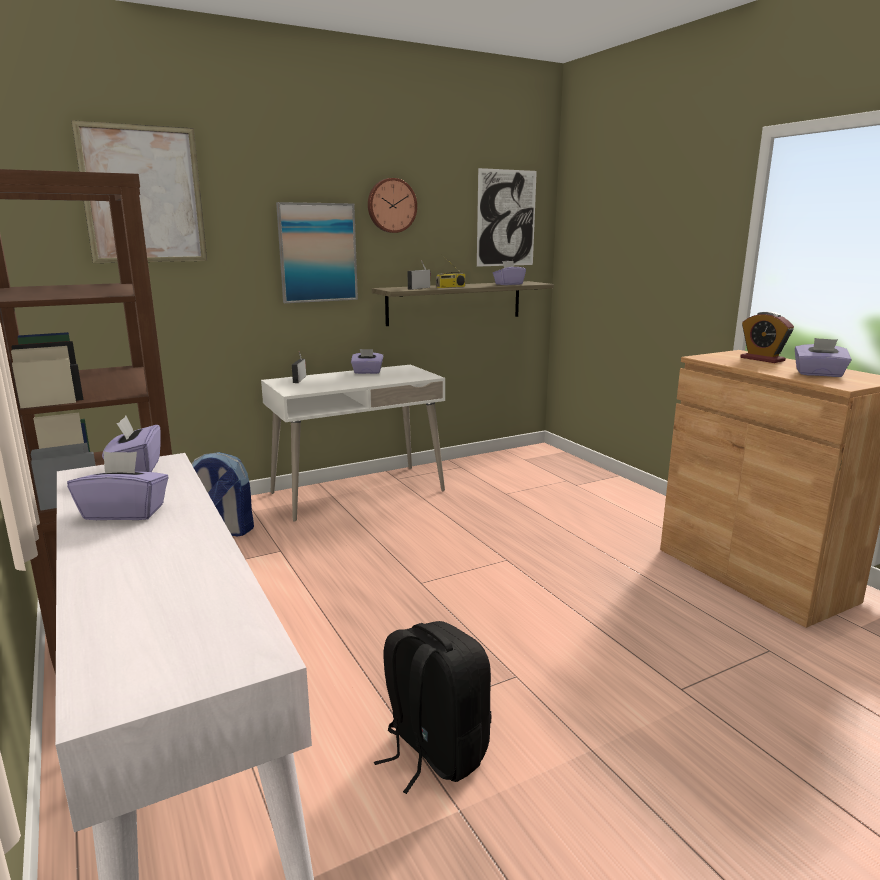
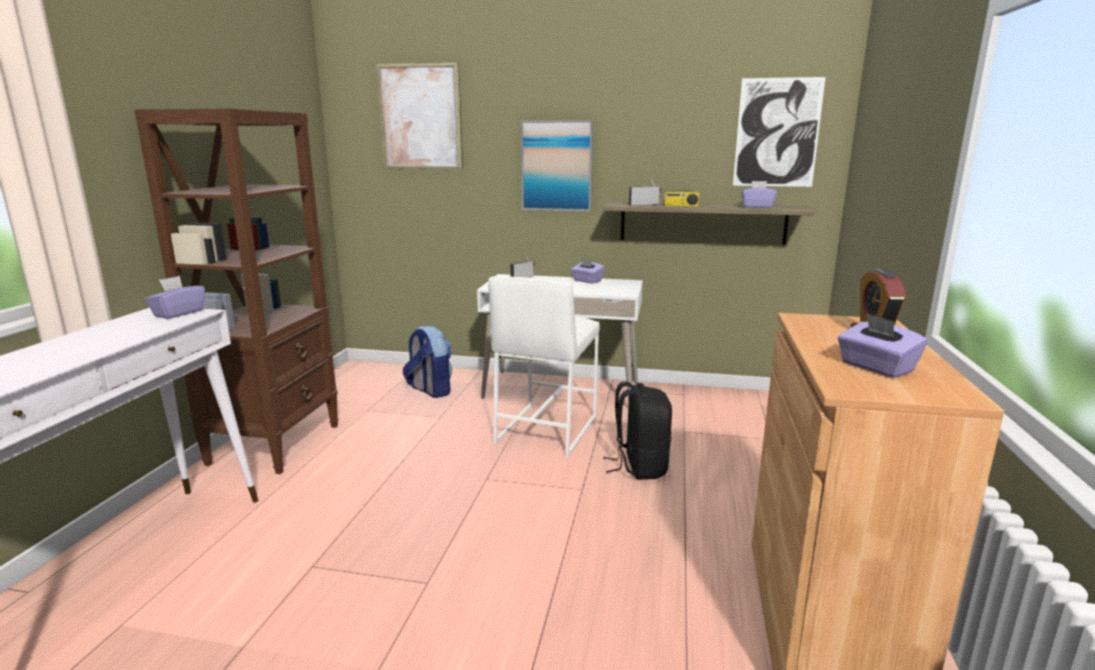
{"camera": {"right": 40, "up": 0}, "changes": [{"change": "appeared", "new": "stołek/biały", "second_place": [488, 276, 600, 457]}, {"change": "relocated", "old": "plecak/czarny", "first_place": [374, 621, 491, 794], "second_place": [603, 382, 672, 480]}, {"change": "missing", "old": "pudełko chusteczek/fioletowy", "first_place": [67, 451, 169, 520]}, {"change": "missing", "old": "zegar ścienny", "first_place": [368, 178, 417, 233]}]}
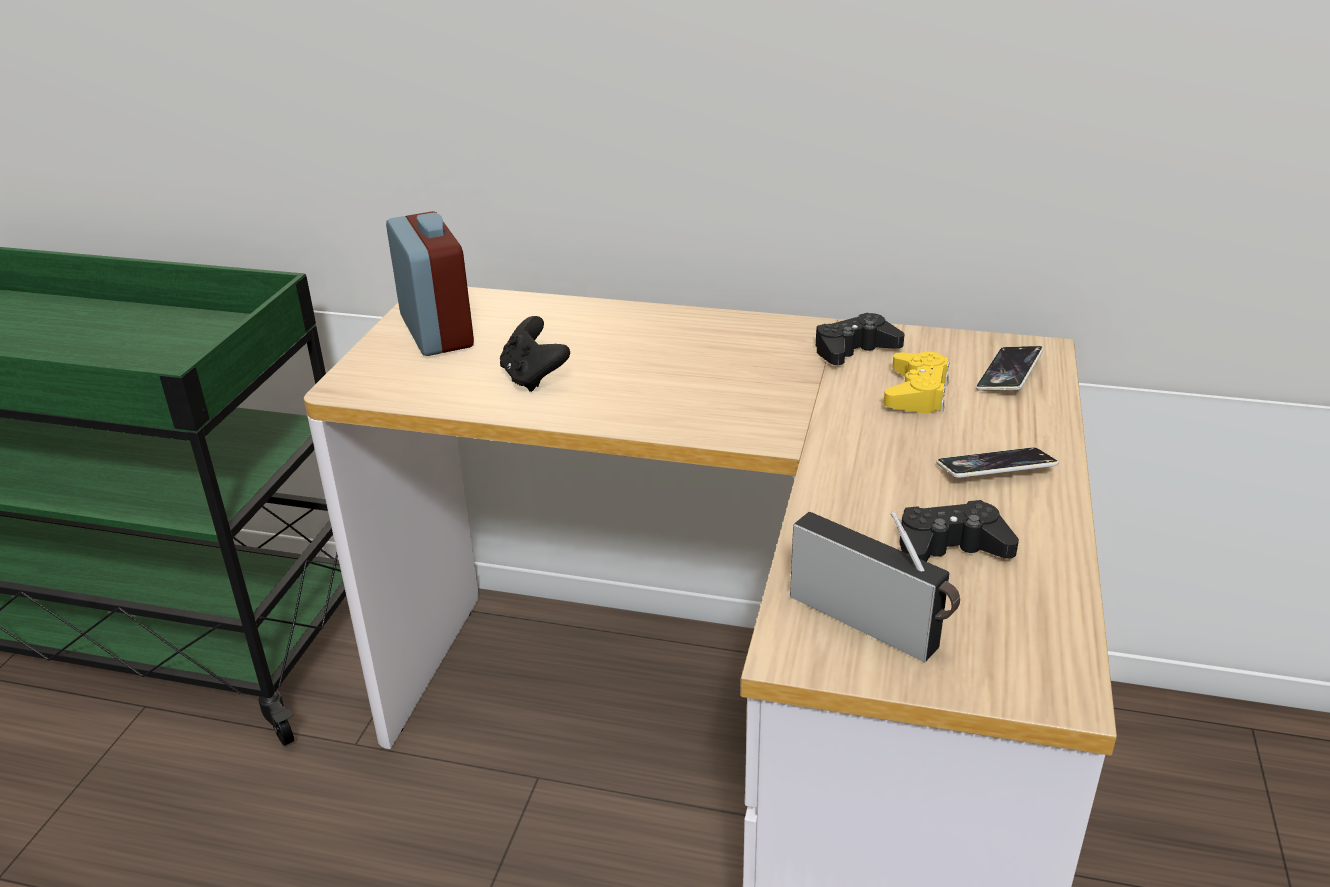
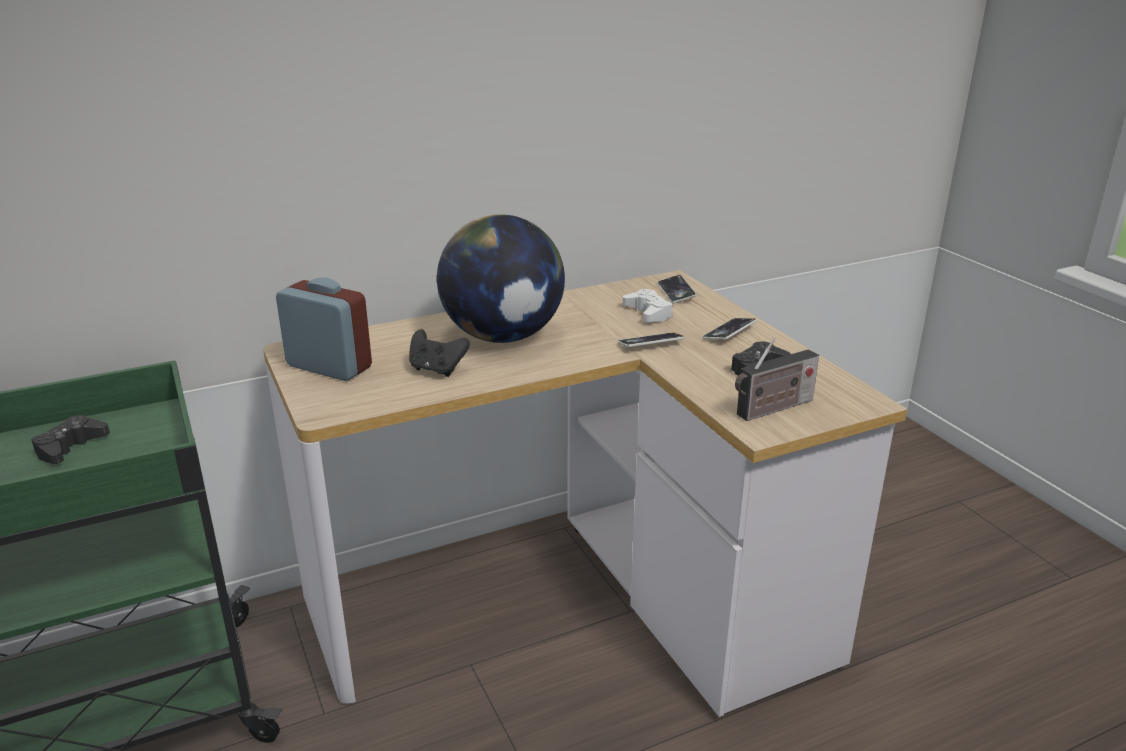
{"camera": {"right": -40, "up": -5}, "changes": [{"change": "relocated", "old": "pad do gier/czarny", "first_place": [816, 313, 904, 365], "second_place": [31, 415, 110, 464]}, {"change": "appeared", "new": "globus", "second_place": [437, 215, 565, 343]}, {"change": "appeared", "new": "telefon", "second_place": [617, 332, 685, 347]}, {"change": "colour", "old": "pad do gier/żółty", "new": "pad do gier/biały", "first_place": [884, 351, 949, 413], "second_place": [623, 289, 673, 322]}, {"change": "spun", "old": "radio", "first_place": [790, 511, 960, 662], "second_place": [735, 338, 819, 421], "degrees": 150}]}
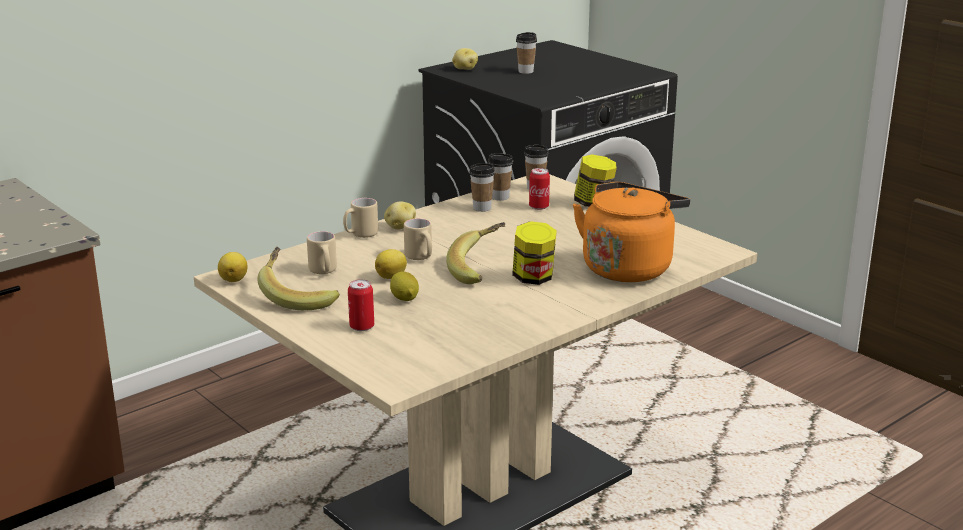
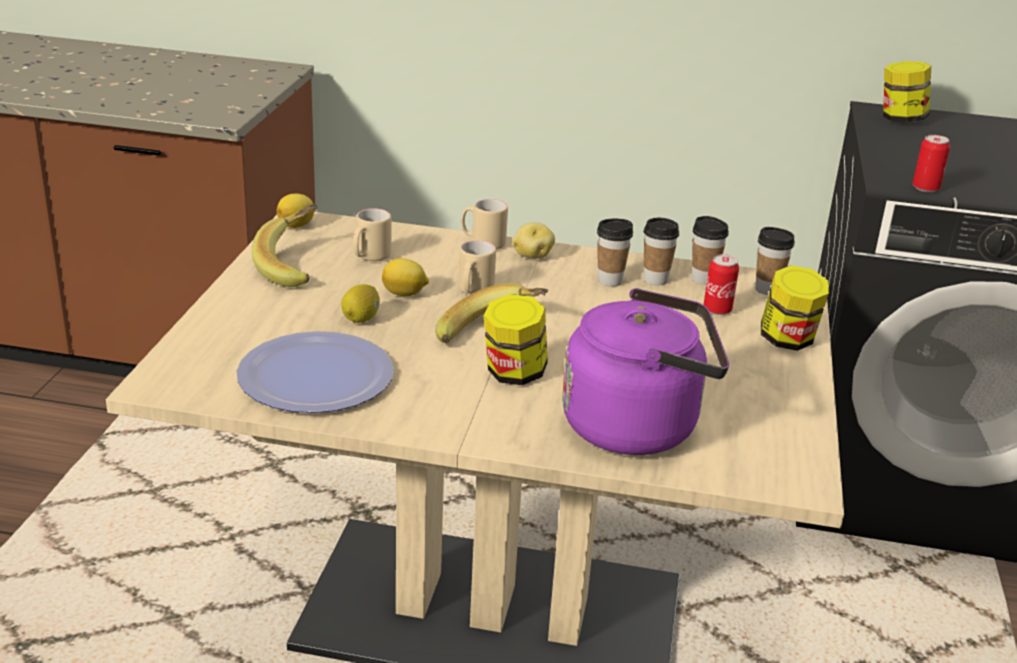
{"camera": {"right": 50, "up": 5}, "changes": [{"change": "appeared", "new": "talerz", "second_place": [236, 331, 394, 413]}, {"change": "colour", "old": "czajnik/pomarańczowy", "new": "czajnik/fioletowy", "first_place": [573, 182, 690, 282], "second_place": [562, 288, 729, 455]}, {"change": "relocated", "old": "filiżanka", "first_place": [516, 32, 537, 74], "second_place": [597, 219, 633, 287]}, {"change": "exchanged", "old": "ziemniak", "new": "słoik", "first_place": [452, 48, 478, 70], "second_place": [883, 61, 931, 123]}, {"change": "relocated", "old": "puszka", "first_place": [348, 279, 374, 331], "second_place": [913, 135, 950, 192]}]}
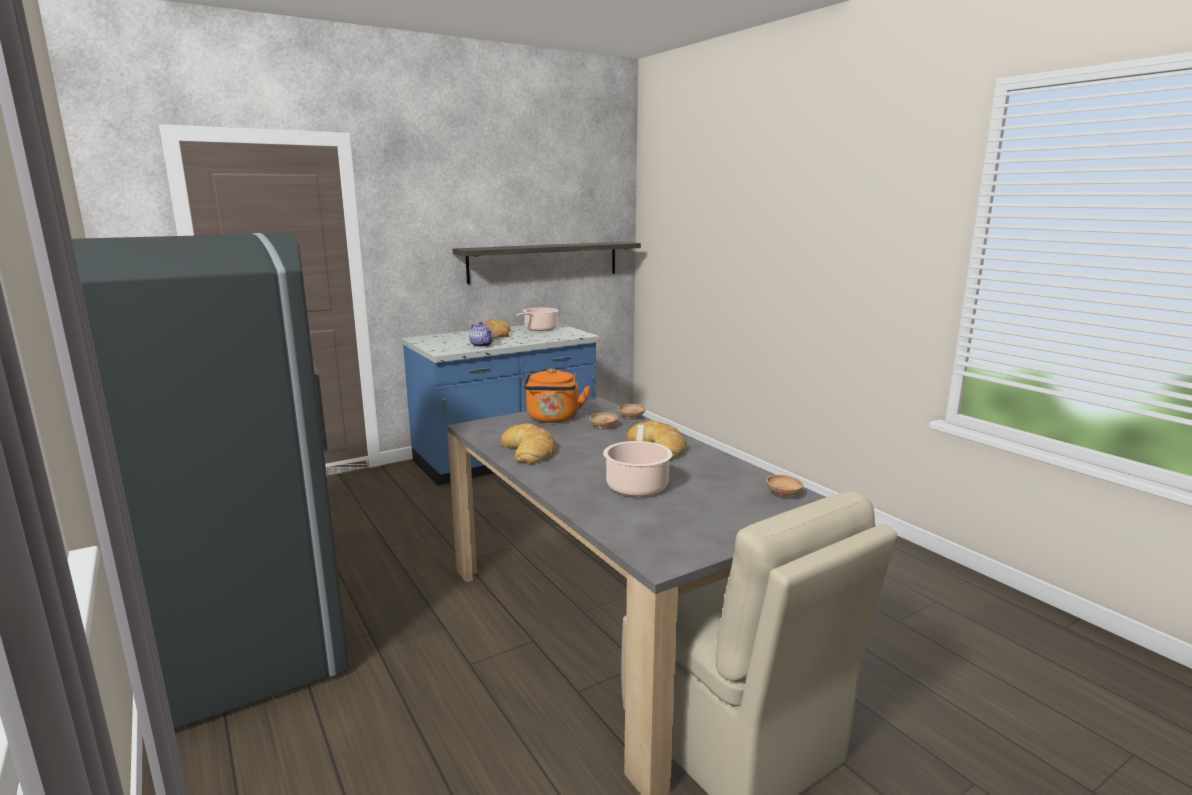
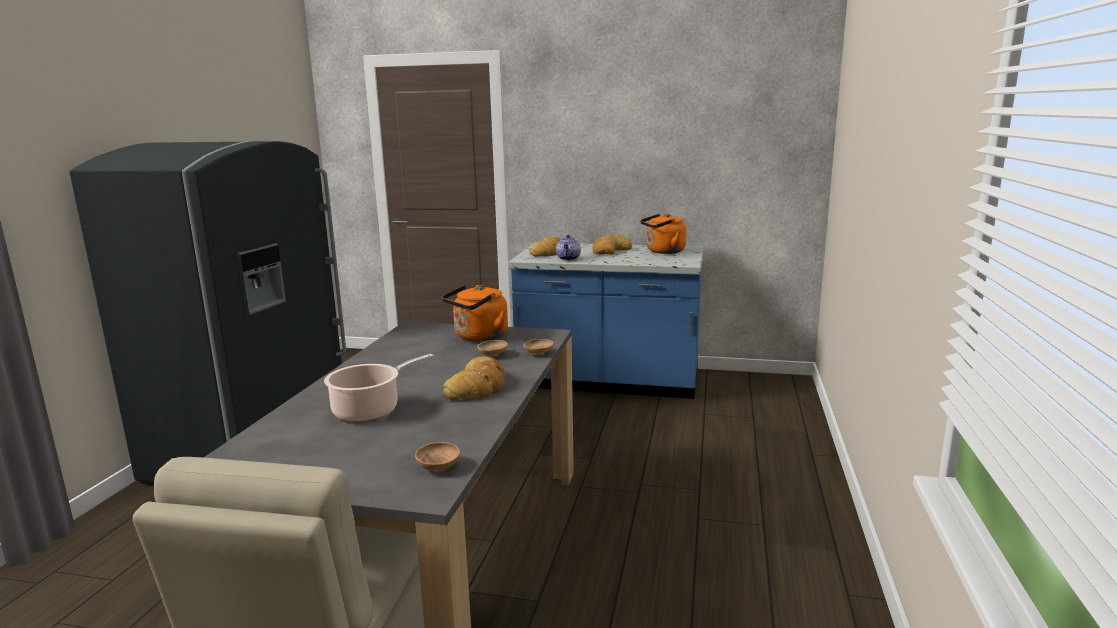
{"camera": {"right": 45, "up": 0}, "changes": [{"change": "relocated", "old": "chleb", "first_place": [501, 424, 556, 464], "second_place": [529, 236, 560, 257]}, {"change": "exchanged", "old": "garnek", "new": "czajnik/pomarańczowy", "first_place": [516, 308, 558, 331], "second_place": [640, 214, 686, 254]}, {"change": "missing", "old": "półka", "first_place": [453, 242, 641, 284]}]}
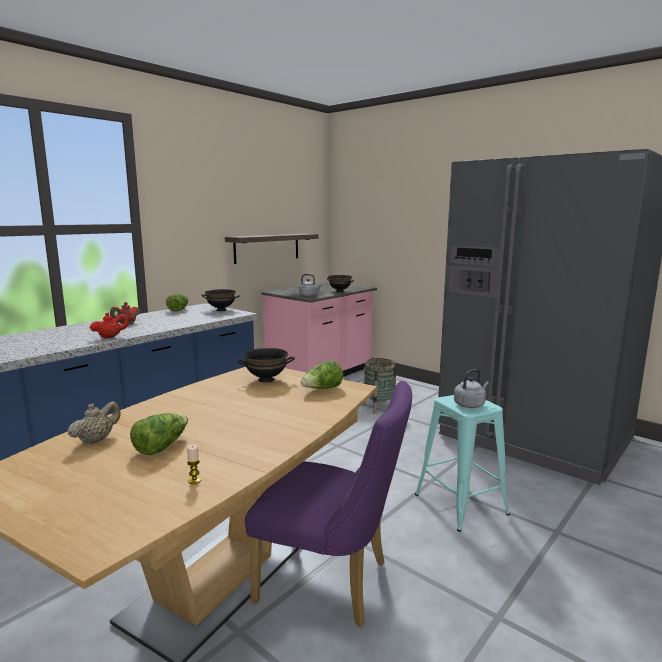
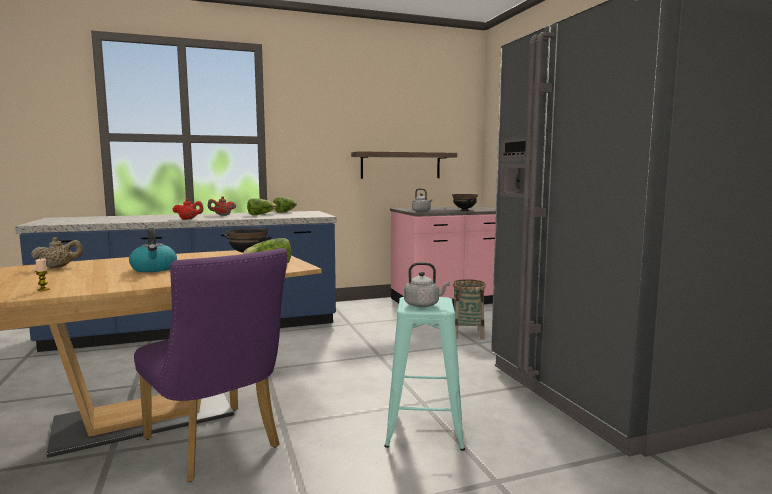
{"camera": {"right": 30, "up": -5}, "changes": [{"change": "appeared", "new": "czajnik", "second_place": [129, 228, 177, 272]}, {"change": "relocated", "old": "sałata", "first_place": [130, 413, 188, 455], "second_place": [247, 198, 277, 215]}, {"change": "missing", "old": "miska/czarny", "first_place": [201, 289, 240, 311]}]}
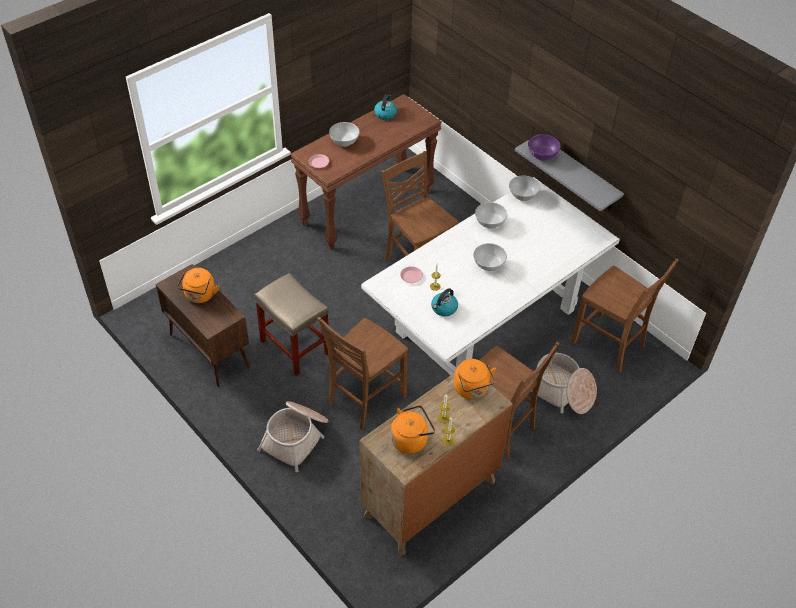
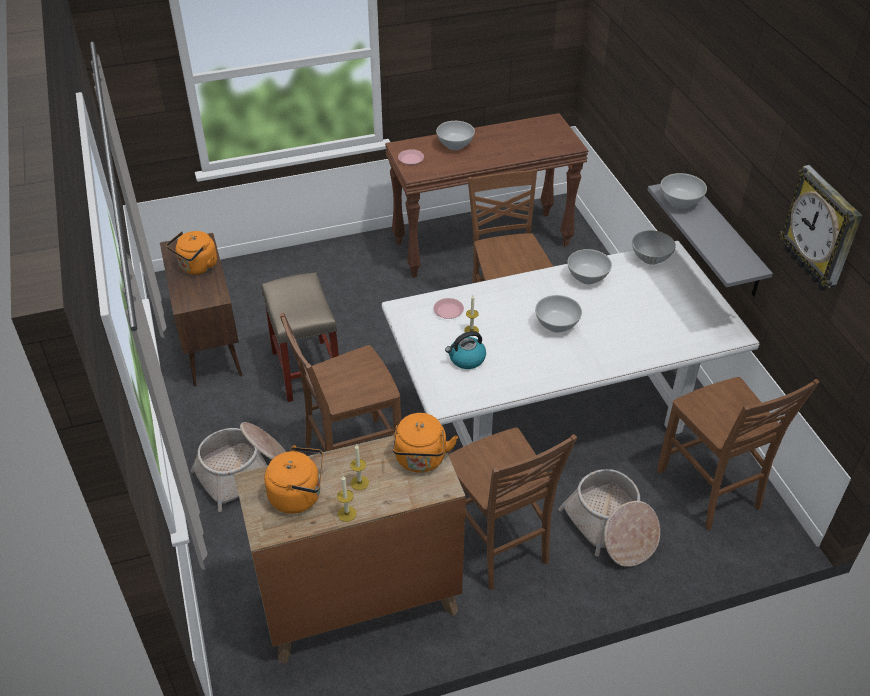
{"camera": {"right": 25, "up": -5}, "changes": [{"change": "colour", "old": "miska/fioletowy", "new": "miska/biały", "first_place": [528, 134, 561, 161], "second_place": [661, 173, 707, 209]}, {"change": "appeared", "new": "zegar ścienny", "second_place": [779, 165, 862, 291]}, {"change": "missing", "old": "czajnik", "first_place": [374, 94, 397, 120]}]}
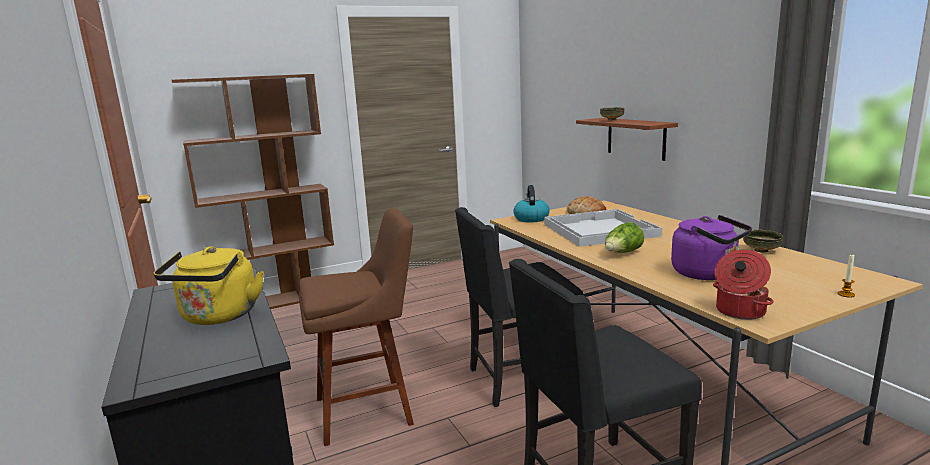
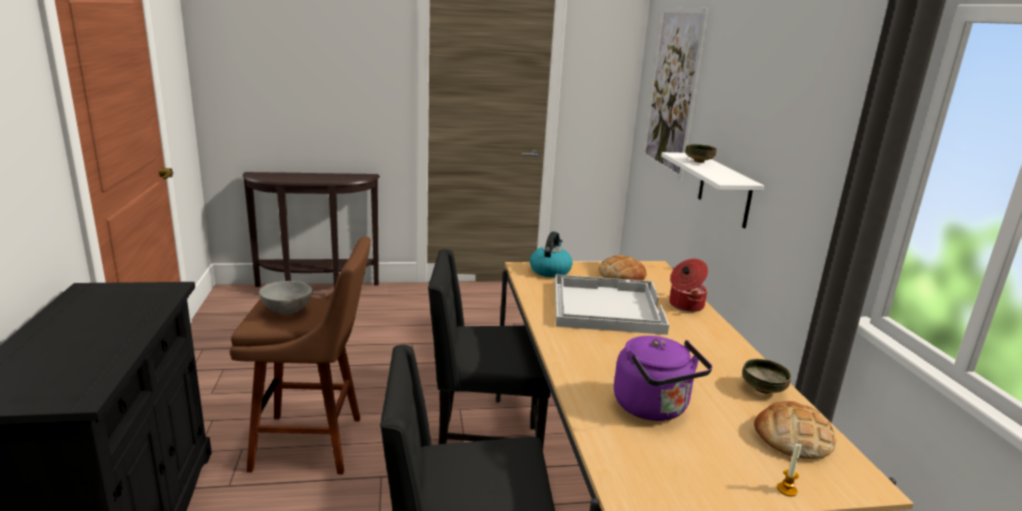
{"camera": {"right": 15, "up": 5}, "changes": [{"change": "exchanged", "old": "regał/brązowy", "new": "stolik konsolowy/brązowy", "first_place": [172, 74, 334, 309], "second_place": [243, 172, 380, 287]}, {"change": "appeared", "new": "miska/szary", "second_place": [259, 281, 313, 314]}, {"change": "appeared", "new": "obraz", "second_place": [643, 7, 709, 181]}, {"change": "colour", "old": "półka/brązowy", "new": "półka/biały", "first_place": [576, 118, 678, 161], "second_place": [661, 152, 764, 228]}, {"change": "relocated", "old": "garnek", "first_place": [713, 250, 774, 320], "second_place": [669, 259, 708, 312]}, {"change": "appeared", "new": "chleb", "second_place": [754, 401, 836, 459]}, {"change": "missing", "old": "czajnik/żółty", "first_place": [154, 246, 264, 325]}, {"change": "missing", "old": "sałata", "first_place": [605, 222, 644, 253]}]}
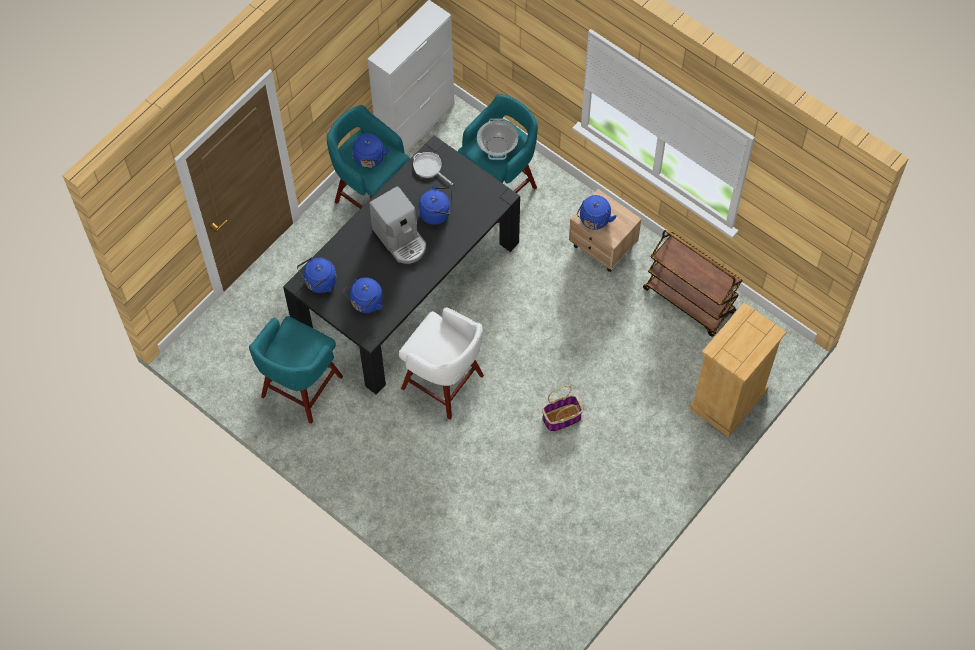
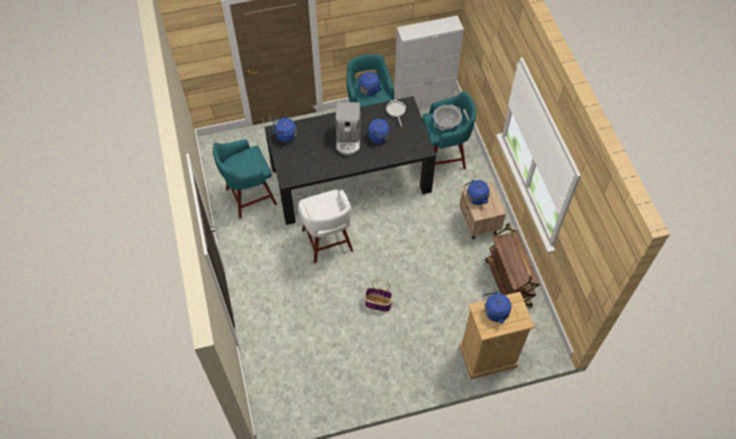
{"camera": {"right": 35, "up": -5}, "changes": [{"change": "relocated", "old": "czajnik/niebieski", "first_place": [343, 277, 383, 313], "second_place": [483, 292, 511, 323]}]}
